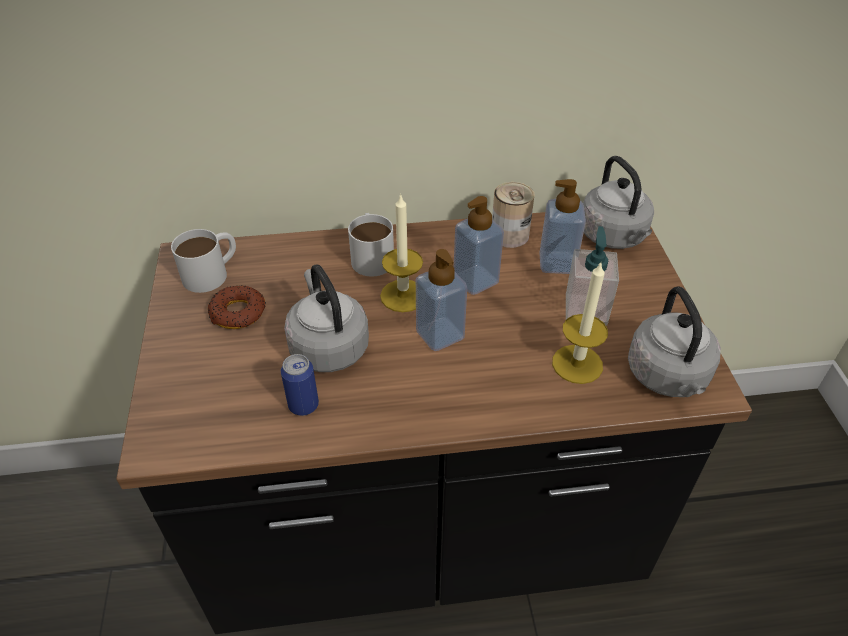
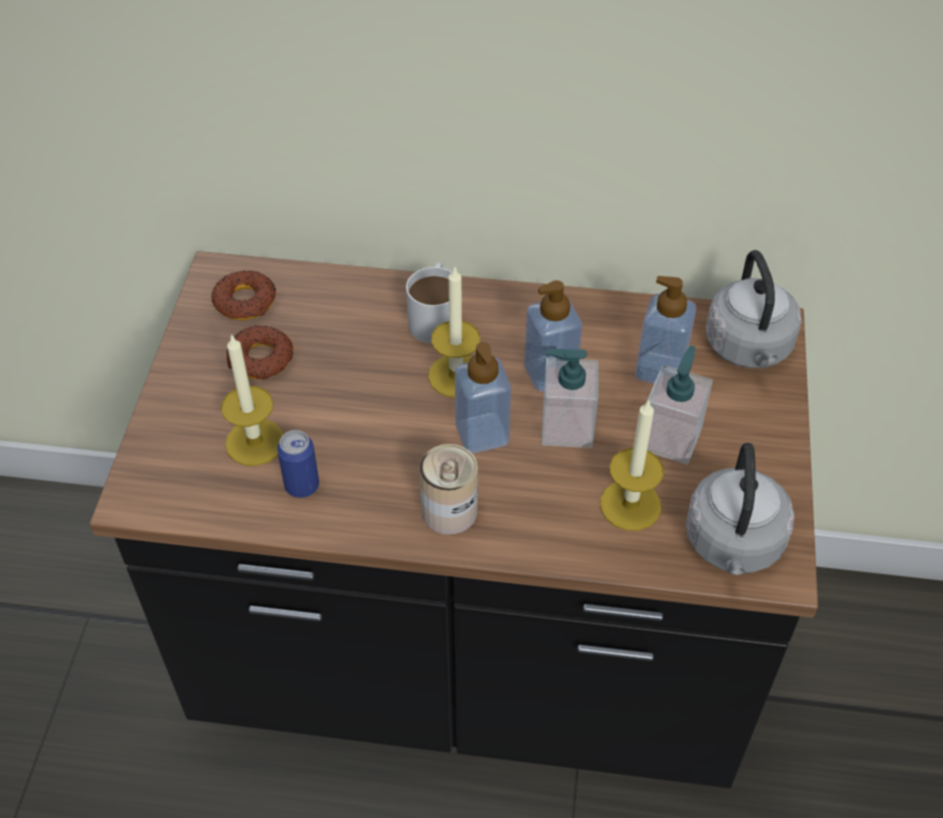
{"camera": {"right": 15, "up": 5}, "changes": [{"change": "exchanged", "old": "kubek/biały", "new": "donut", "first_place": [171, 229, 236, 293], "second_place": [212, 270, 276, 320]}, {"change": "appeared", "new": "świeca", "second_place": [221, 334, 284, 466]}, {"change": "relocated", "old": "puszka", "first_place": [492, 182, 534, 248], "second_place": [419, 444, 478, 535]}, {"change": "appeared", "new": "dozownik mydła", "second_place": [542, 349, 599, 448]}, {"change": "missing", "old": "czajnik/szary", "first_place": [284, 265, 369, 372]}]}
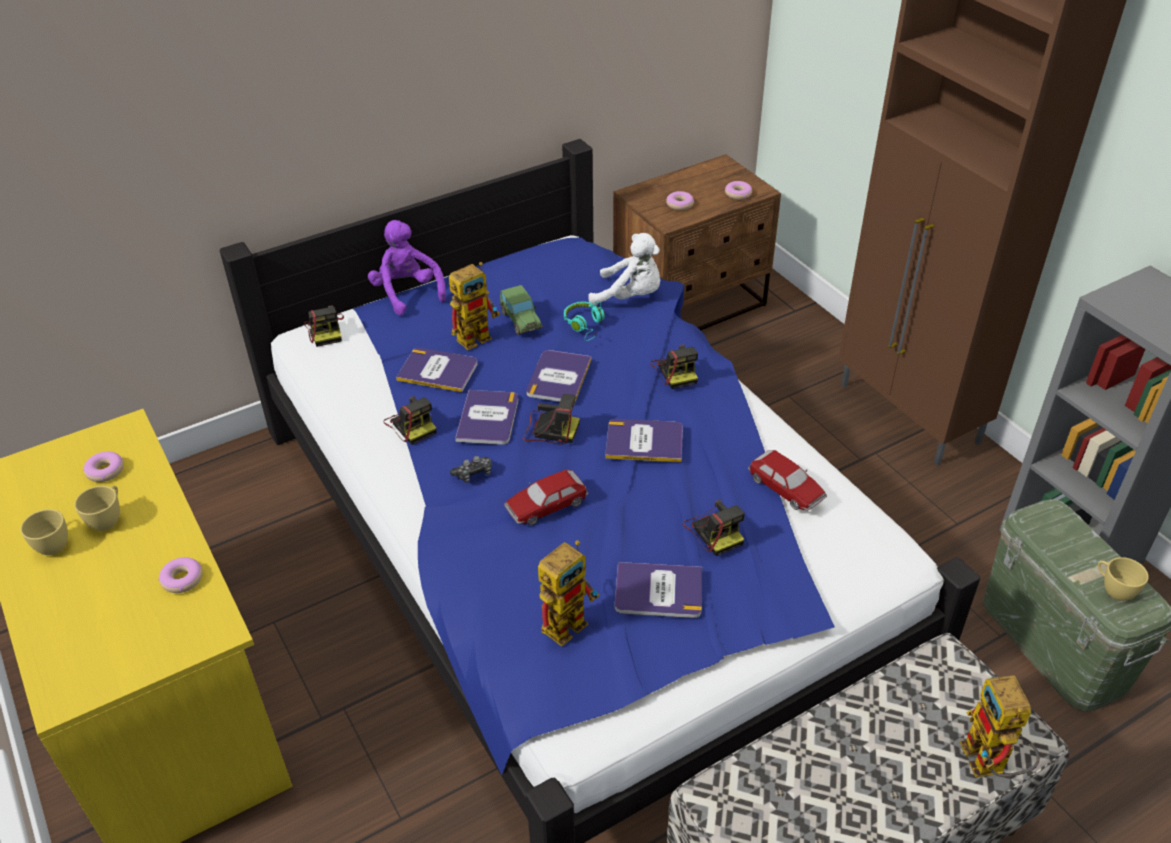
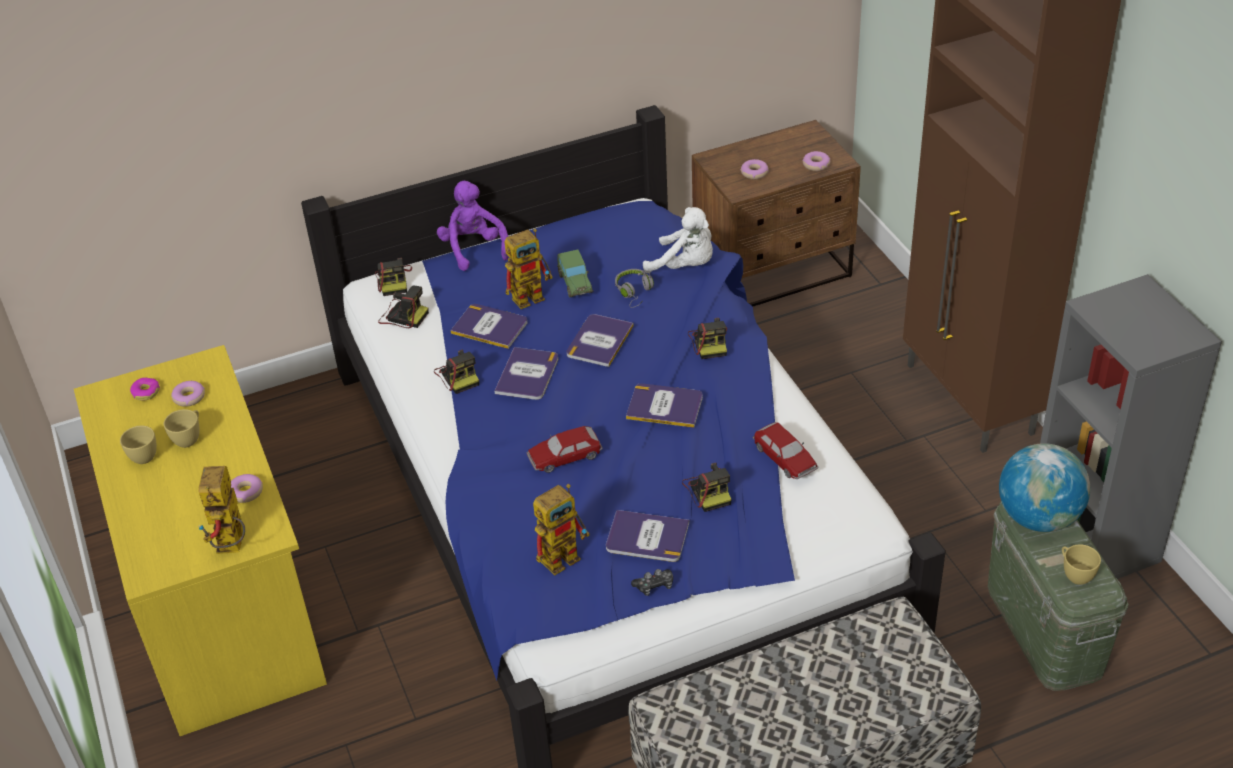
{"camera": {"right": 10, "up": 0}, "changes": [{"change": "appeared", "new": "donut", "second_place": [130, 377, 160, 401]}, {"change": "relocated", "old": "robot zabawkowy", "first_place": [960, 675, 1040, 777], "second_place": [198, 466, 245, 554]}, {"change": "relocated", "old": "aparat fotograficzny", "first_place": [523, 394, 580, 444], "second_place": [378, 285, 429, 328]}, {"change": "colour", "old": "słuchawki/turkusowy", "new": "słuchawki/szary", "first_place": [564, 302, 605, 341], "second_place": [615, 269, 654, 308]}, {"change": "relocated", "old": "pad do gier", "first_place": [450, 456, 492, 483], "second_place": [631, 569, 673, 596]}, {"change": "appeared", "new": "globus", "second_place": [999, 443, 1090, 532]}]}
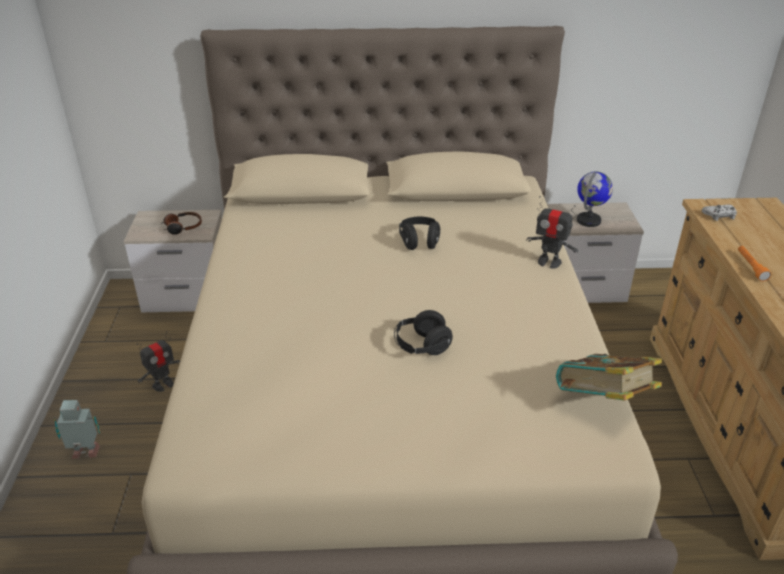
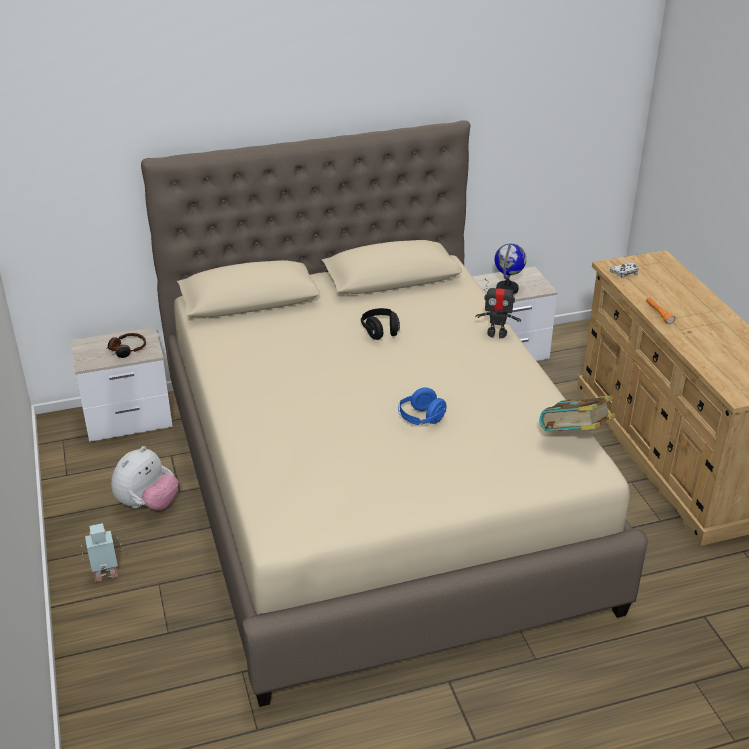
{"camera": {"right": -15, "up": 0}, "changes": [{"change": "exchanged", "old": "robot zabawkowy", "new": "pluszak", "first_place": [137, 331, 180, 392], "second_place": [111, 446, 179, 510]}, {"change": "colour", "old": "słuchawki/czarny", "new": "słuchawki/niebieski", "first_place": [394, 310, 453, 355], "second_place": [398, 387, 447, 425]}]}
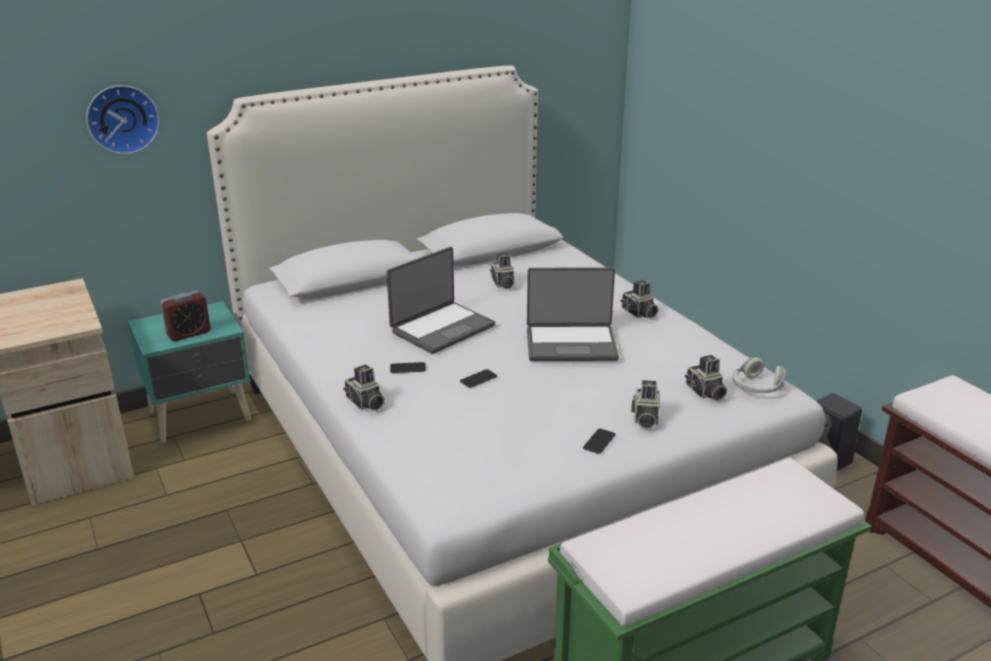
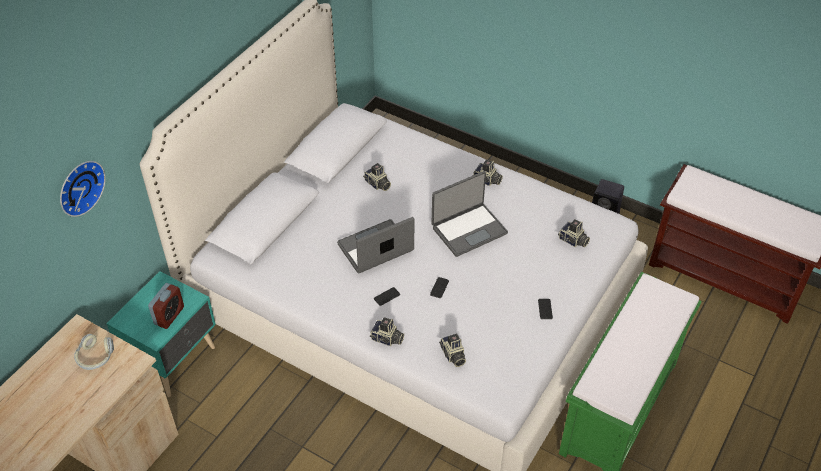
{"camera": {"right": -30, "up": 20}, "changes": [{"change": "relocated", "old": "słuchawki", "first_place": [732, 357, 786, 393], "second_place": [74, 334, 114, 370]}, {"change": "spun", "old": "laptop", "first_place": [386, 247, 495, 354], "second_place": [337, 217, 414, 274], "degrees": -135}, {"change": "relocated", "old": "aparat fotograficzny", "first_place": [631, 380, 660, 429], "second_place": [439, 334, 466, 367]}]}
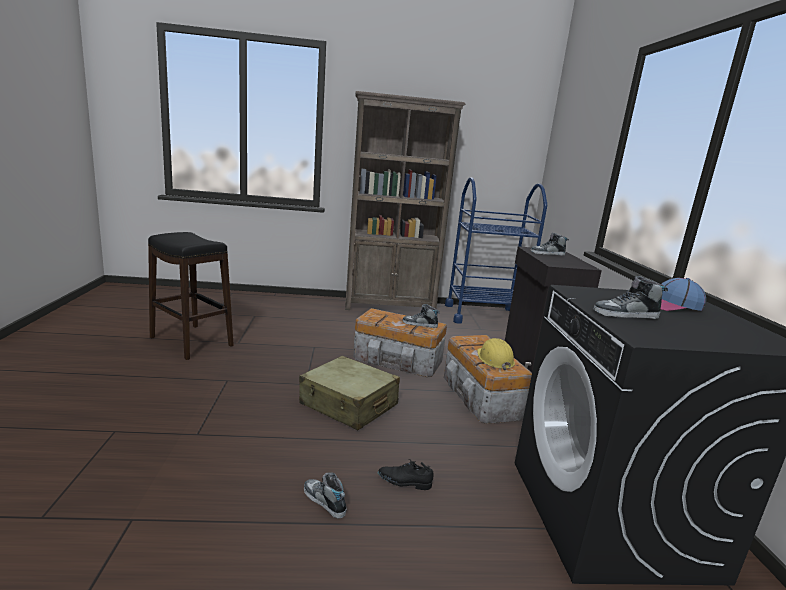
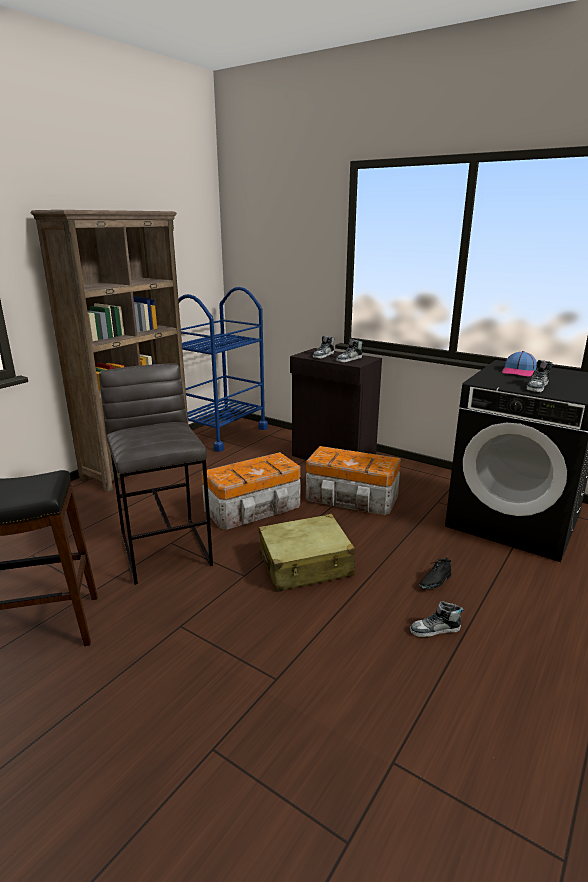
{"camera": {"right": -50, "up": 5}, "changes": [{"change": "appeared", "new": "stołek/szary", "second_place": [99, 363, 213, 585]}, {"change": "relocated", "old": "but", "first_place": [403, 304, 440, 328], "second_place": [336, 339, 363, 362]}, {"change": "missing", "old": "kask/żółty", "first_place": [477, 338, 515, 370]}]}
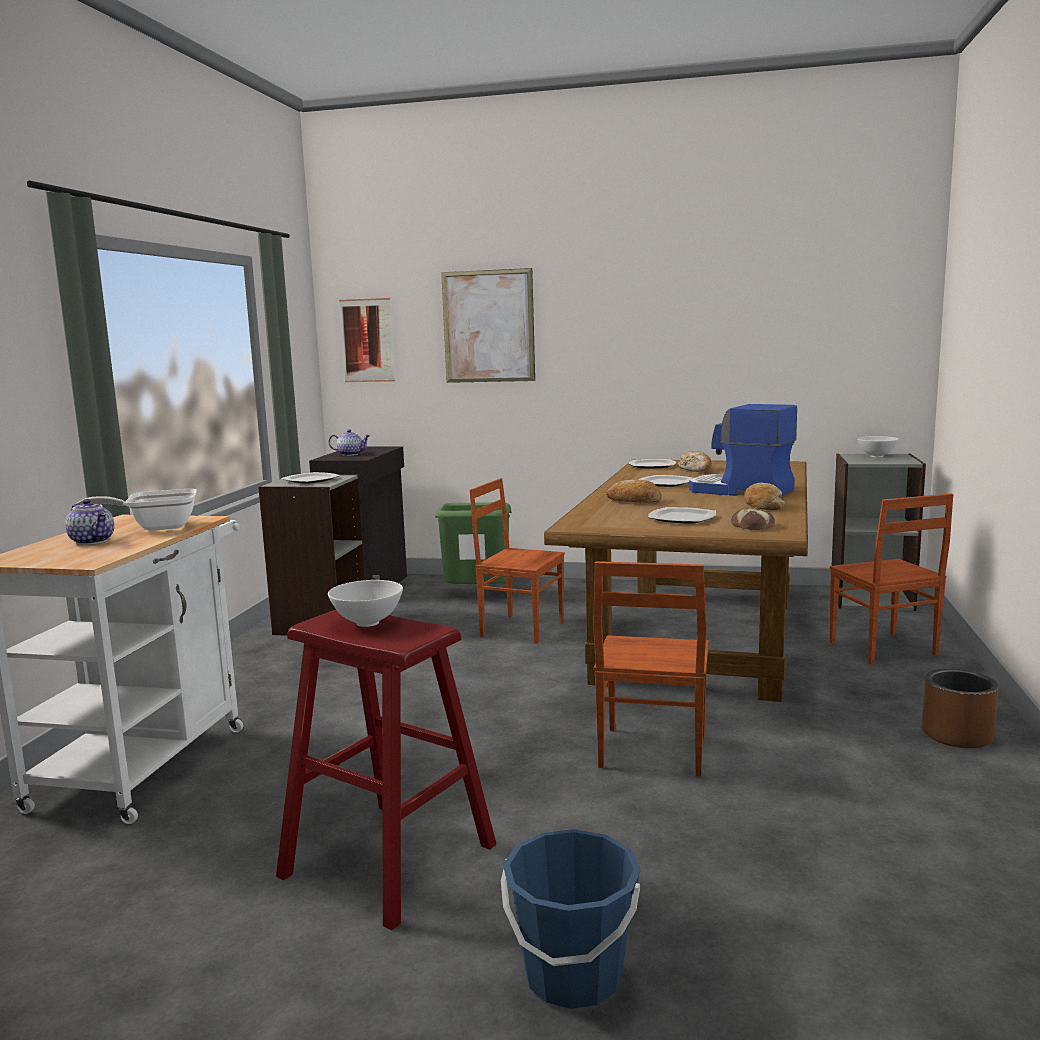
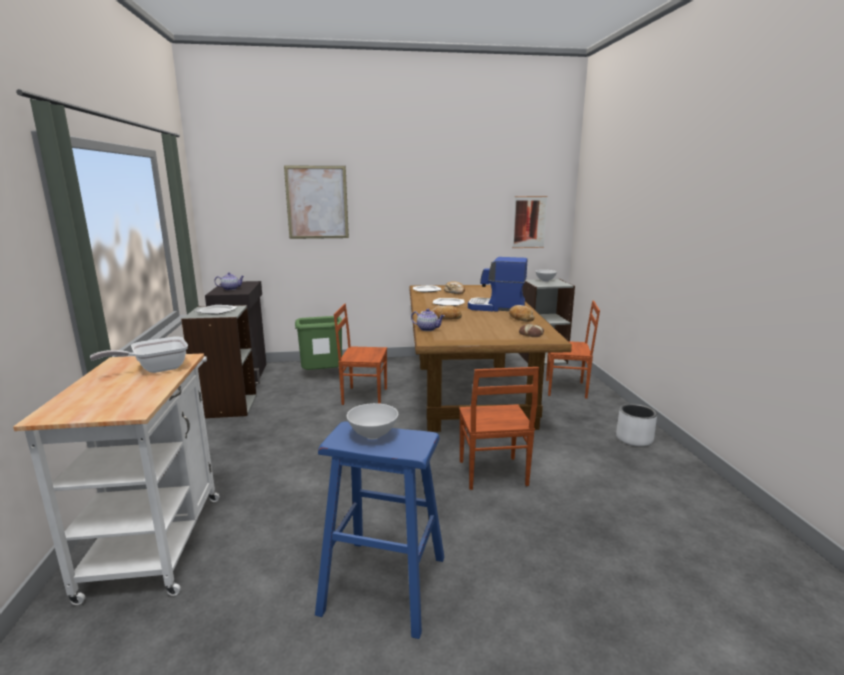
{"camera": {"right": -20, "up": 5}, "changes": [{"change": "colour", "old": "stołek/czerwony", "new": "stołek/niebieski", "first_place": [276, 610, 496, 930], "second_place": [315, 421, 444, 639]}, {"change": "relocated", "old": "imbryk", "first_place": [65, 499, 114, 545], "second_place": [411, 309, 445, 331]}, {"change": "relocated", "old": "obraz", "first_place": [339, 298, 395, 382], "second_place": [512, 196, 547, 248]}, {"change": "spun", "old": "krzesło/brązowy", "first_place": [830, 493, 954, 665], "second_place": [546, 301, 600, 399], "degrees": -45}, {"change": "colour", "old": "donica/brązowy", "new": "donica/biały", "first_place": [921, 669, 999, 748], "second_place": [616, 403, 657, 446]}, {"change": "missing", "old": "wiadro/niebieski", "first_place": [501, 829, 641, 1009]}, {"change": "missing", "old": "talerz", "first_place": [648, 507, 716, 524]}]}
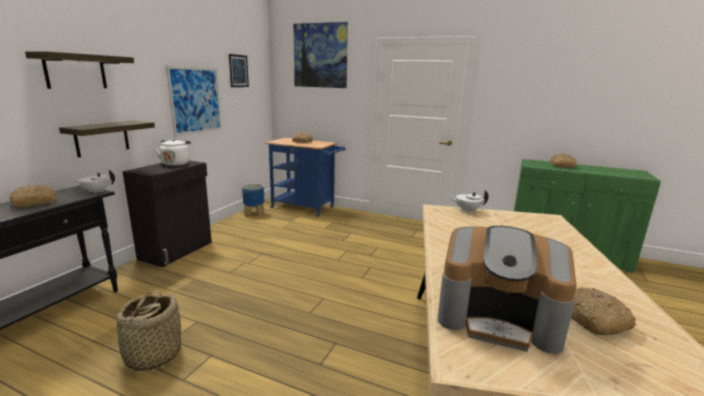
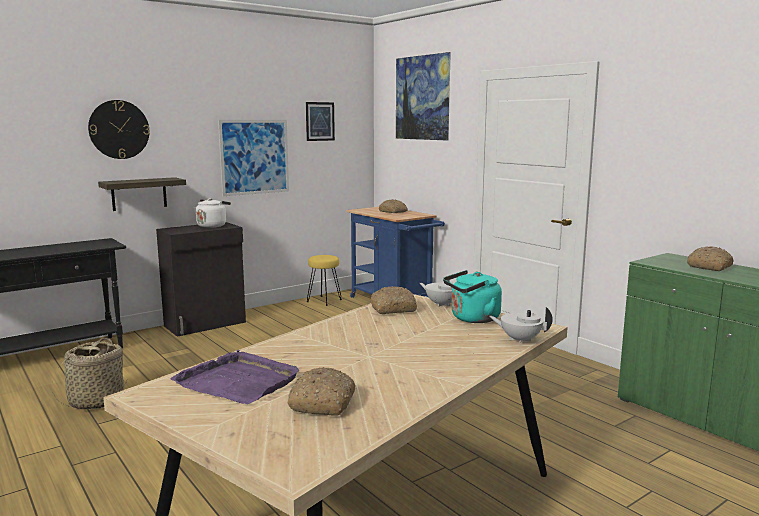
{"camera": {"right": 30, "up": -5}, "changes": [{"change": "exchanged", "old": "półka", "new": "zegar ścienny", "first_place": [25, 51, 134, 89], "second_place": [88, 100, 150, 159]}, {"change": "exchanged", "old": "ekspres do kawy", "new": "taca/fioletowy", "first_place": [438, 226, 576, 354], "second_place": [171, 350, 300, 404]}, {"change": "exchanged", "old": "donica", "new": "stołek/żółty", "first_place": [242, 183, 265, 217], "second_place": [307, 255, 342, 306]}, {"change": "relocated", "old": "chleb", "first_place": [10, 185, 57, 208], "second_place": [371, 286, 417, 314]}, {"change": "appeared", "new": "czajnik/turkusowy", "second_place": [443, 270, 502, 323]}, {"change": "relocated", "old": "imbryk/biały", "first_place": [73, 170, 115, 193], "second_place": [489, 307, 553, 344]}]}
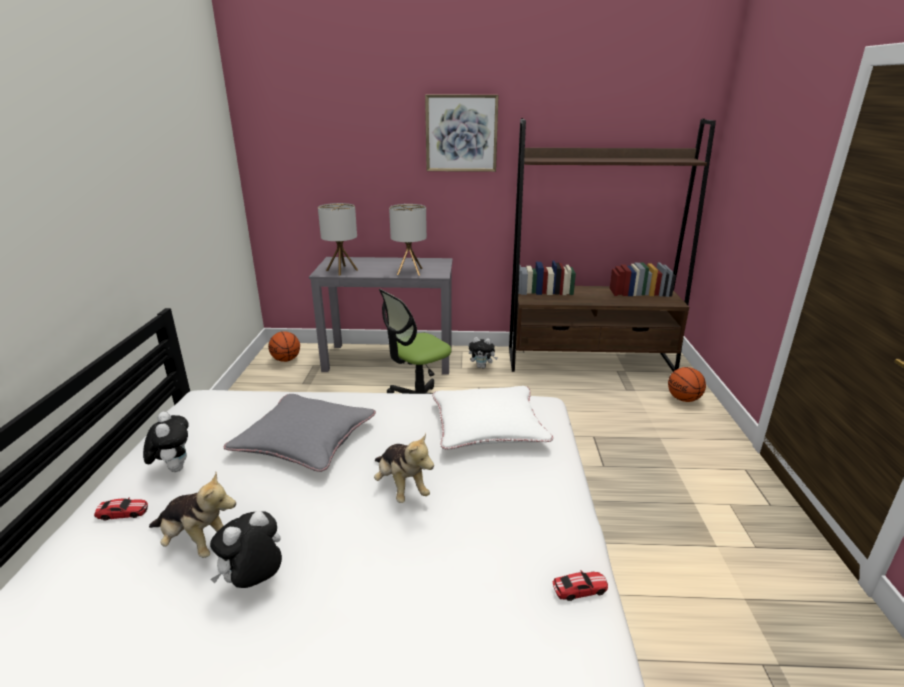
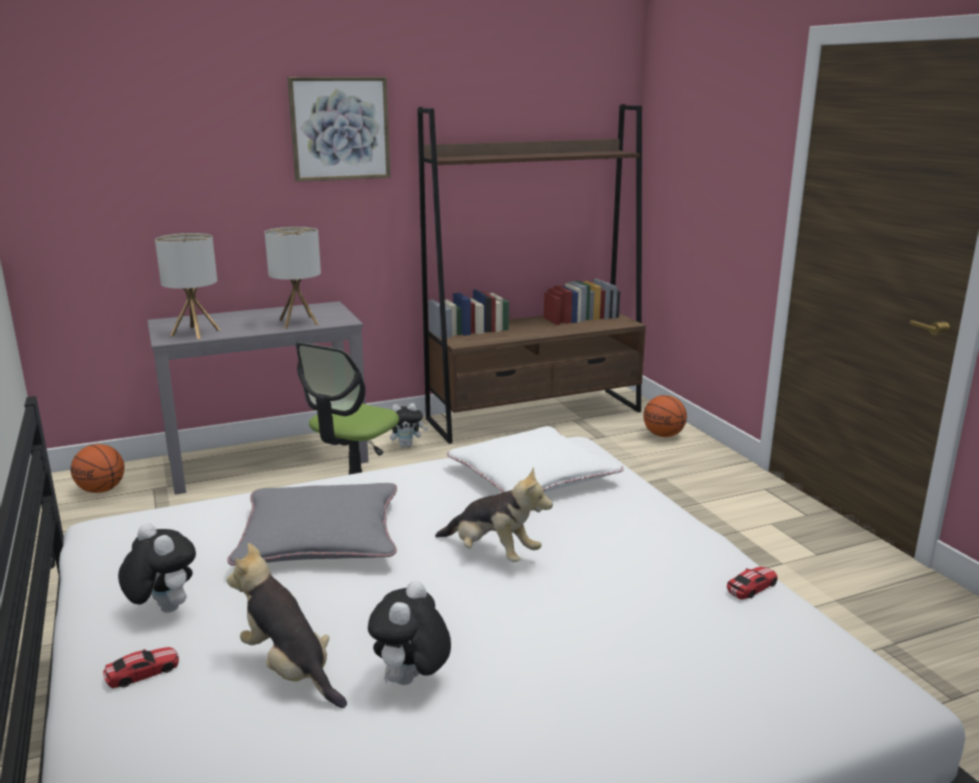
{"camera": {"right": -25, "up": -5}, "changes": [{"change": "spun", "old": "pluszak", "first_place": [149, 472, 236, 558], "second_place": [227, 543, 347, 708], "degrees": -135}]}
